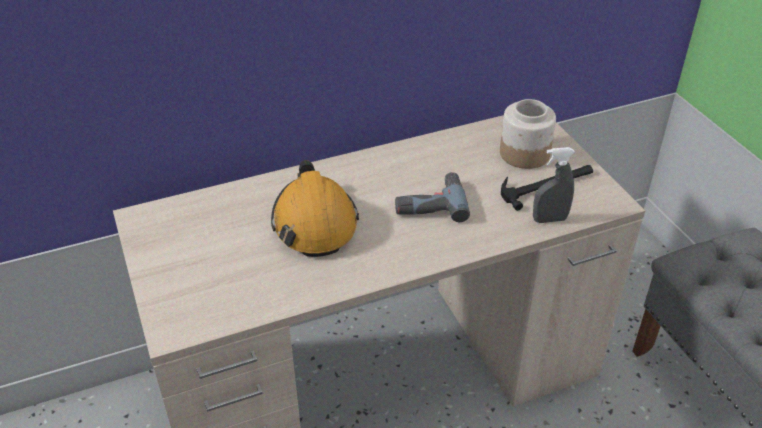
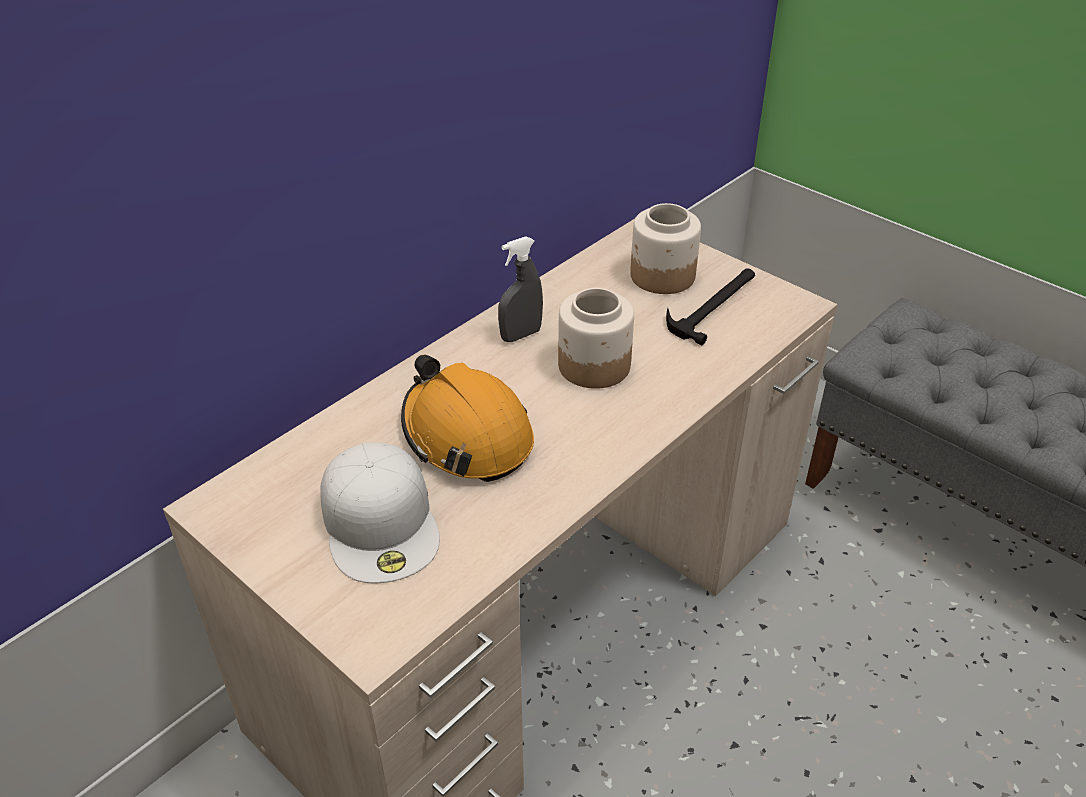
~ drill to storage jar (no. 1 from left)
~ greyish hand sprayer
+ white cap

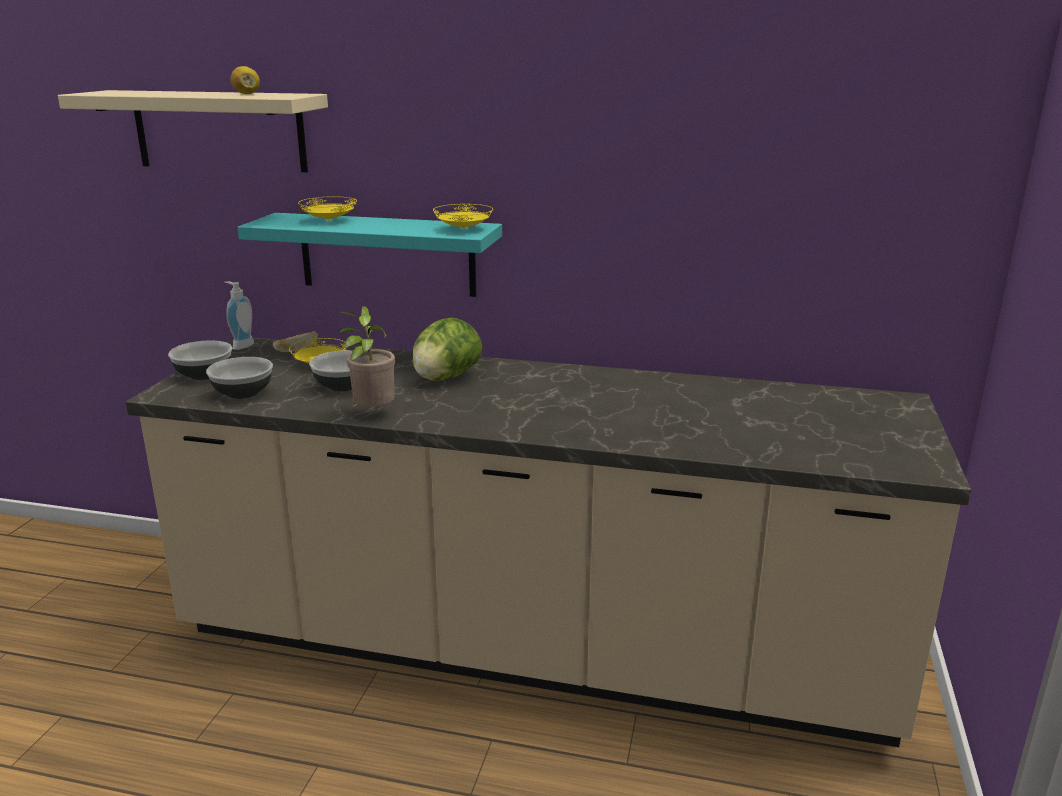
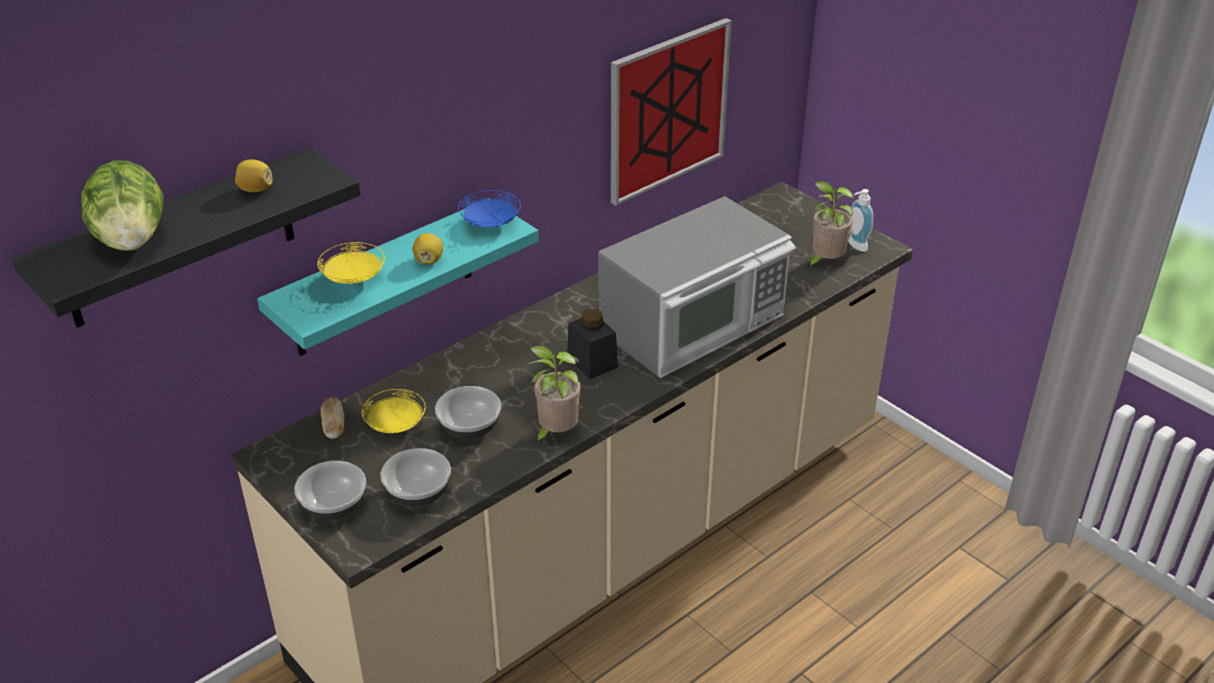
~ beige-coloured wall shelf to black wall shelf
~ liquid soap bottle
~ head of lettuce
~ yellow-coloured dinner plate (no. 3 from left) to blue dinner plate
+ lemon (no. 2 from left)
+ black storage jar
+ microwave
+ wall art
+ potted plant (no. 2 from left)

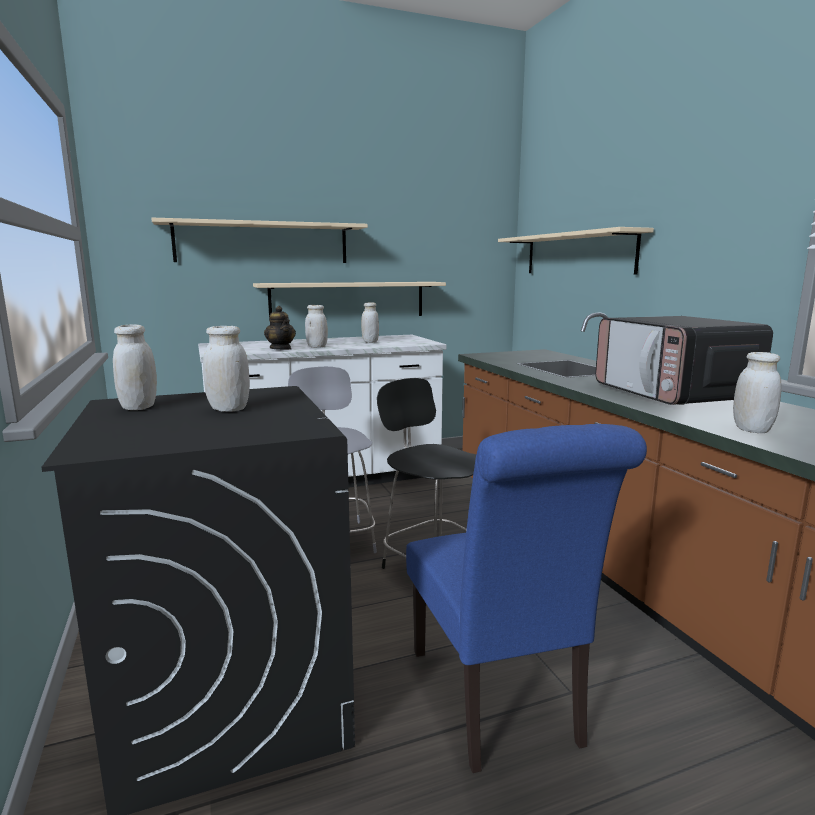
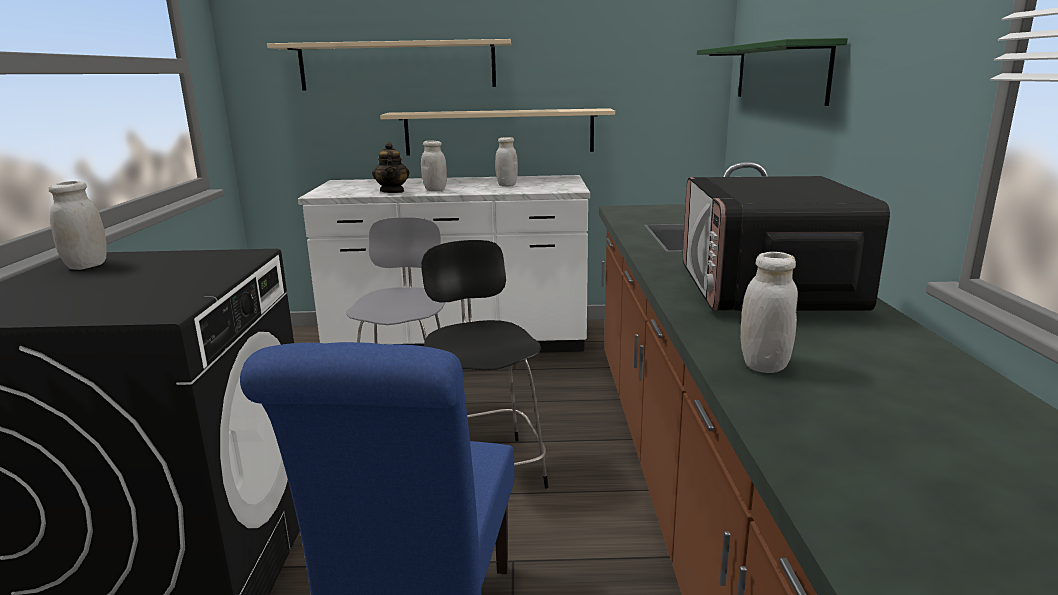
- white storage jar (no. 2 from left)
~ beige-coloured wall shelf (no. 3 from left) to greenish wall shelf

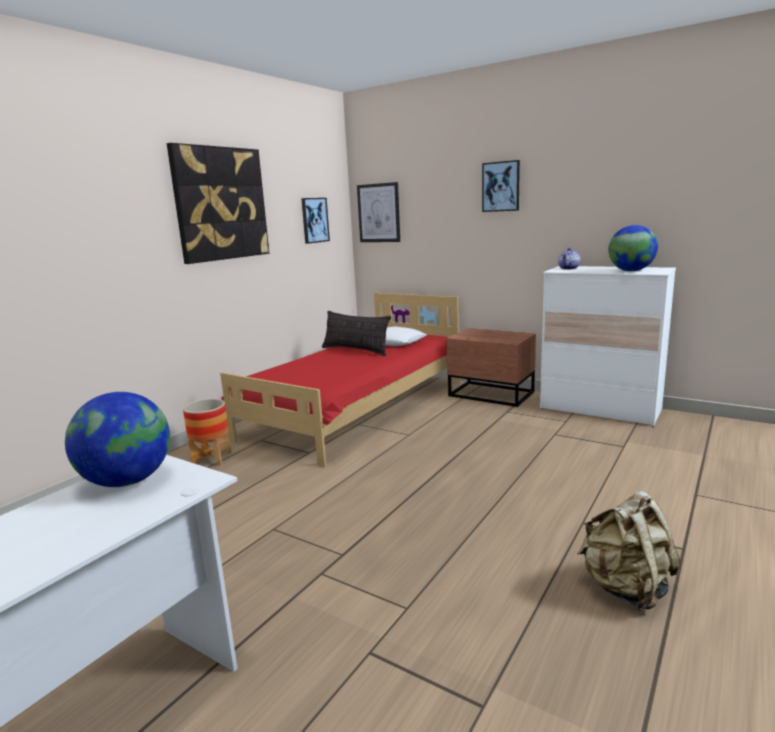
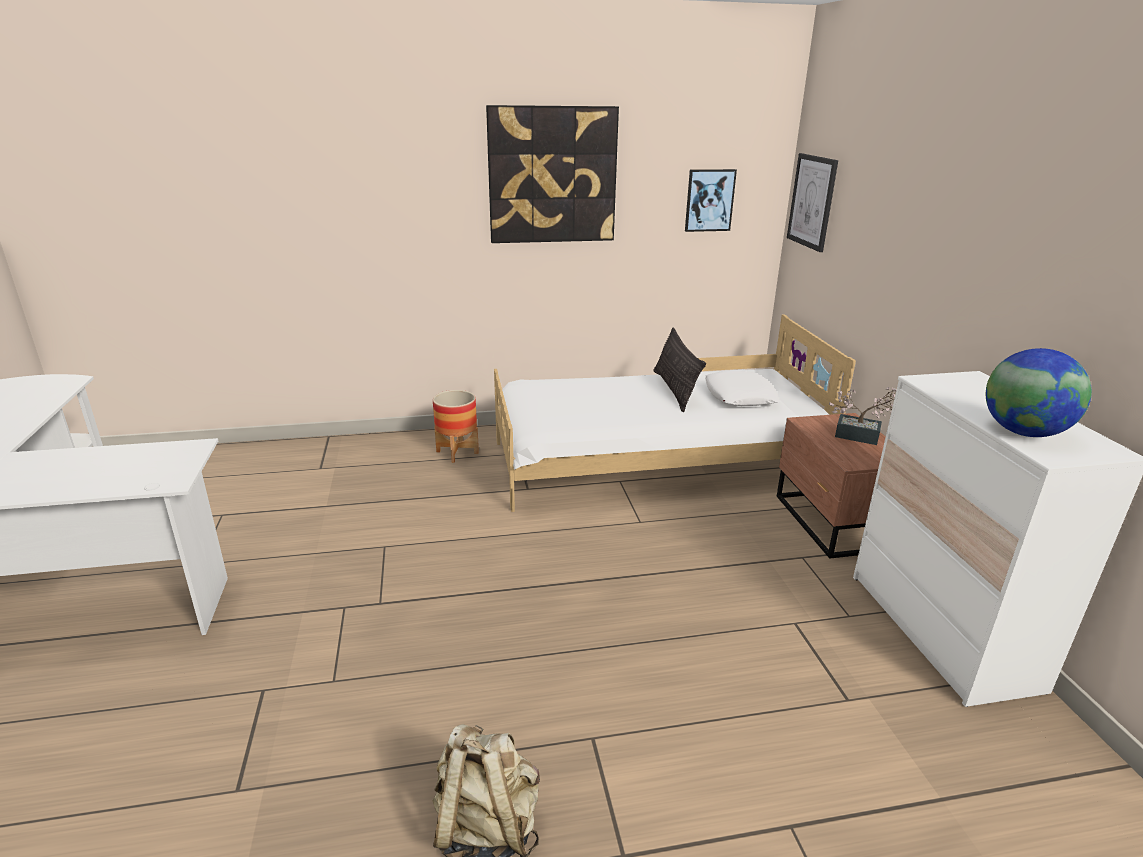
- world globe (no. 1 from left)
~ red bed to white bed
- wall art (no. 4 from left)
- pot for tea
+ potted plant

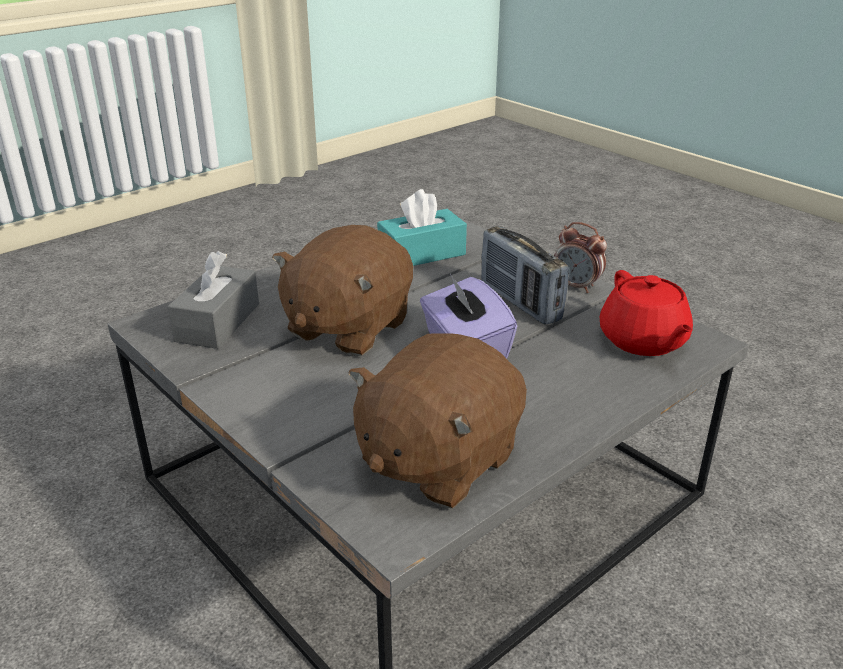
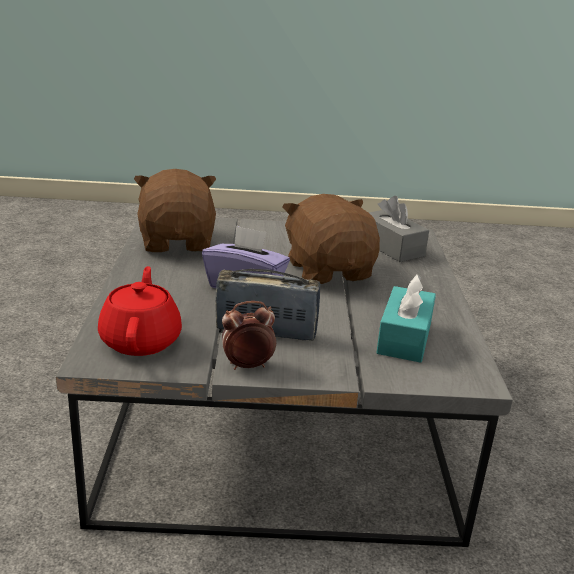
~ red pot for tea 60 degrees clockwise

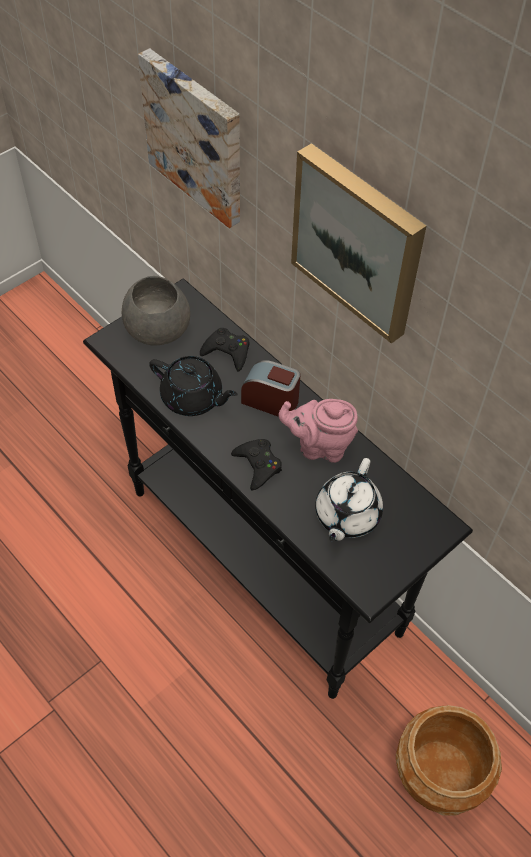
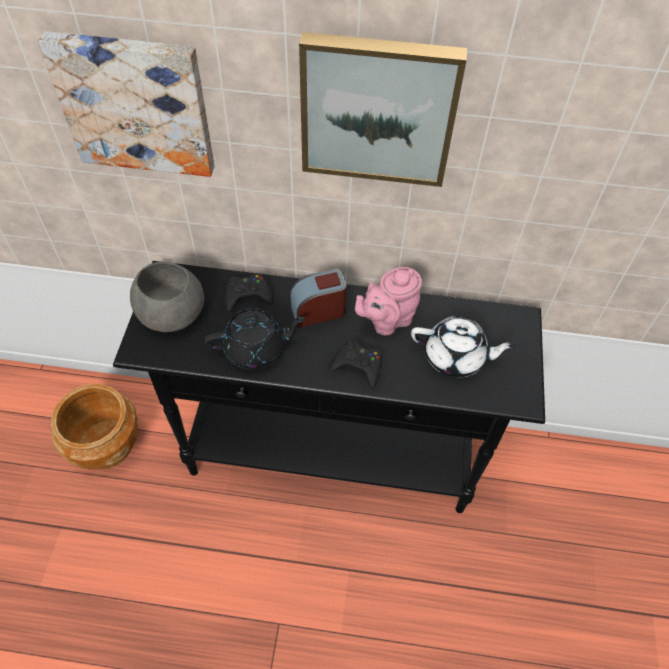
~ white pot for tea 60 degrees counterclockwise
~ brown plant pot

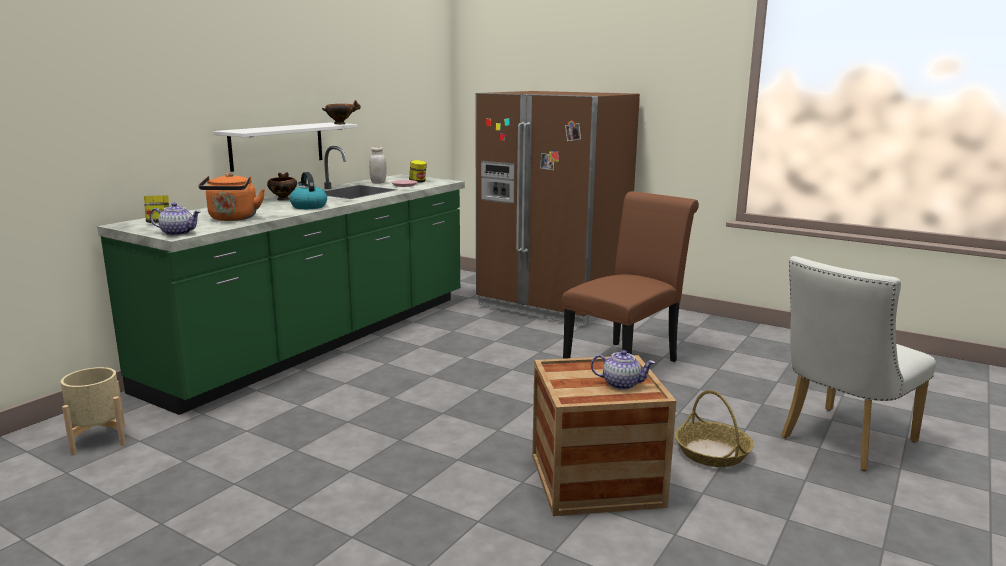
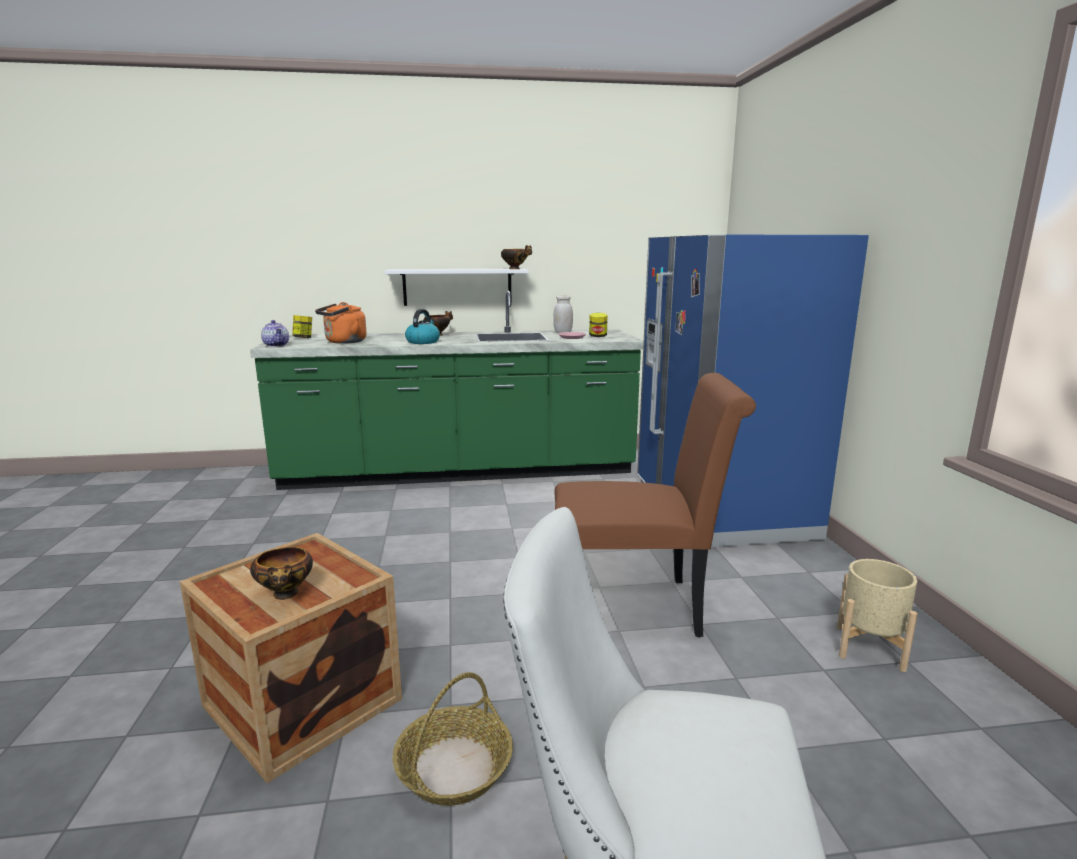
~ beige-coloured plant pot
~ brown kitchen fridge to blue kitchen fridge
~ pot for tea (no. 2 from left) to bowl (no. 1 from left)

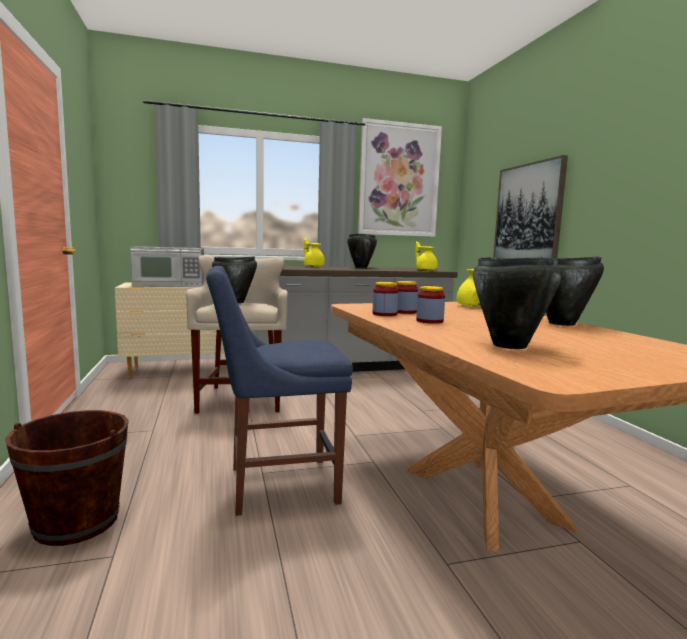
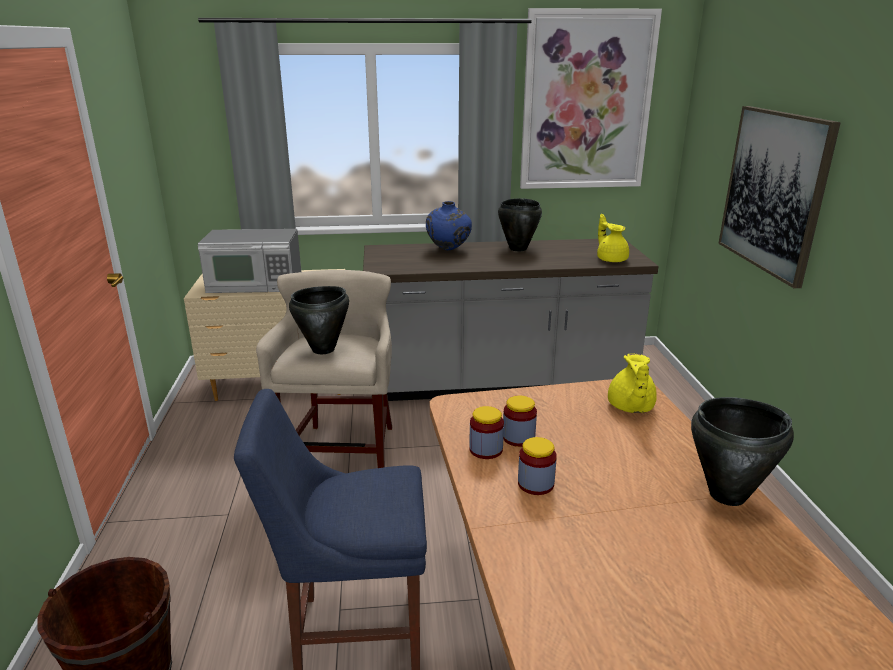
~ yellow-coloured pot for tea (no. 1 from left) to blue decorative vase
- black stockpot (no. 3 from left)

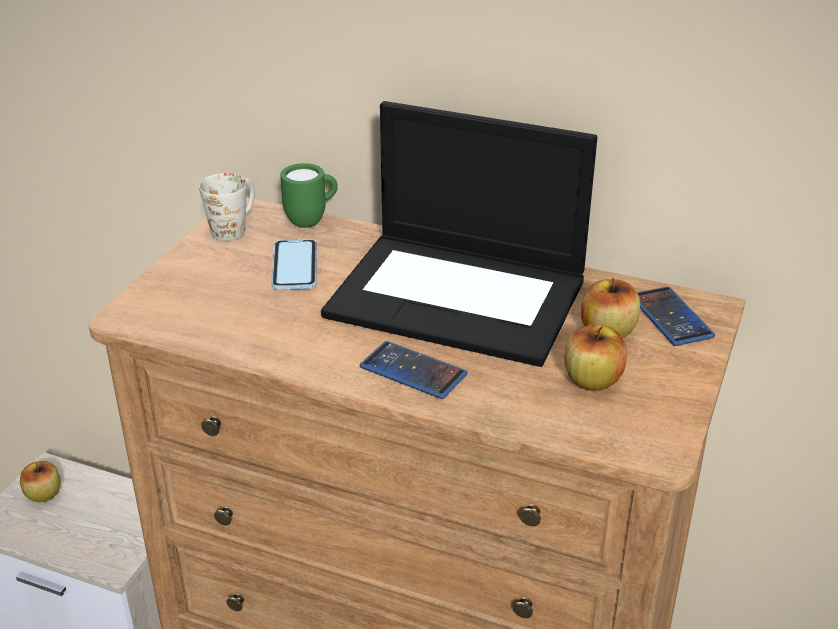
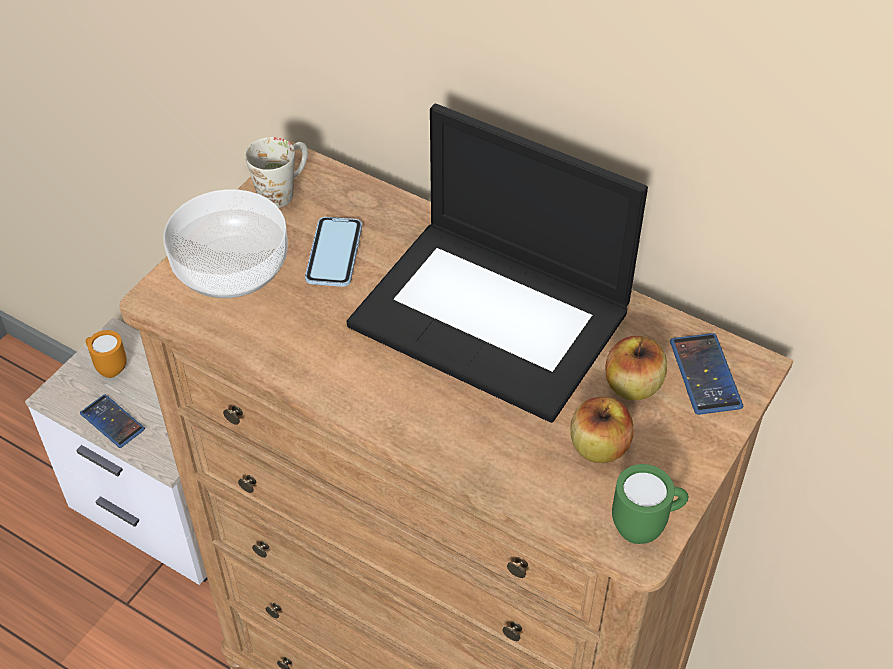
~ apple fruit (no. 1 from left) to orange tea mug
~ greenish tea mug
~ phone (no. 2 from left in the first image) to phone (no. 1 from left)
+ bowl

